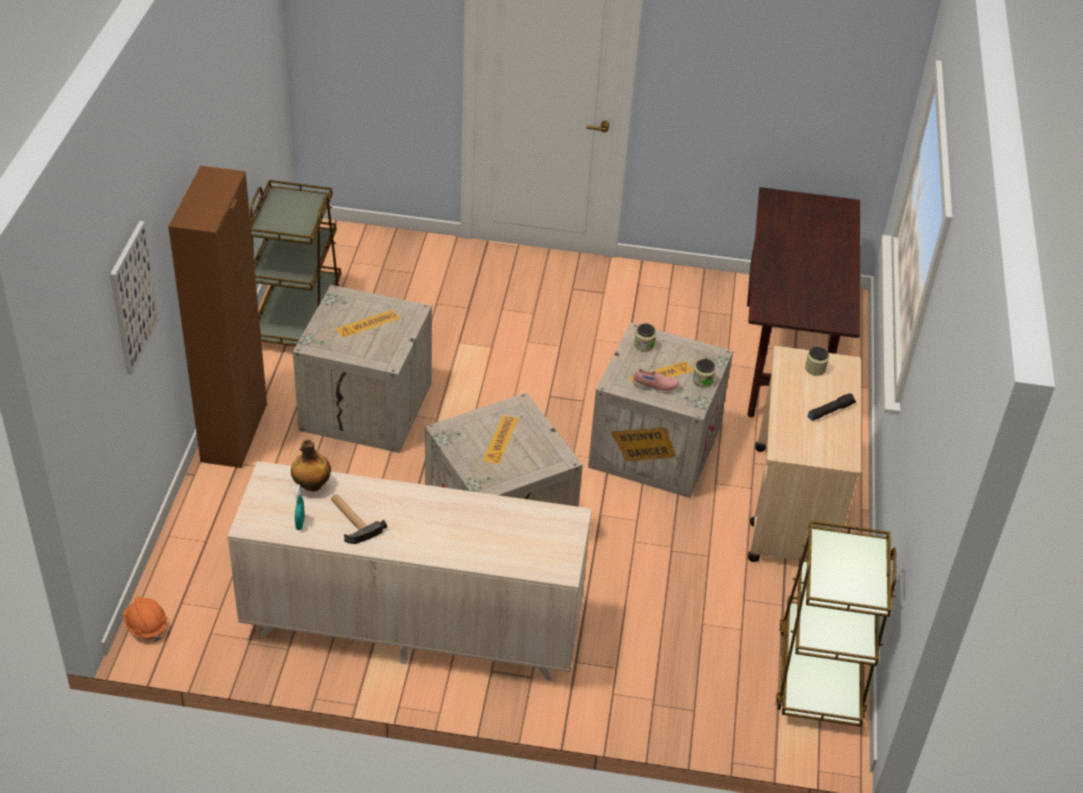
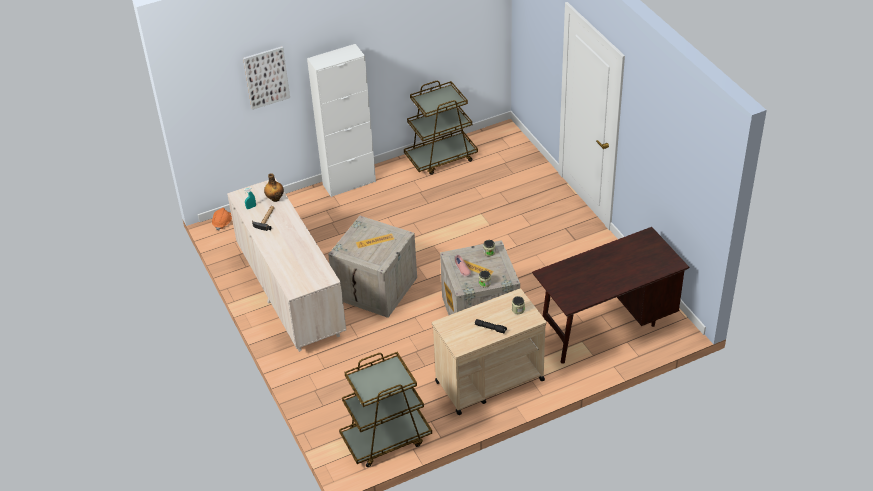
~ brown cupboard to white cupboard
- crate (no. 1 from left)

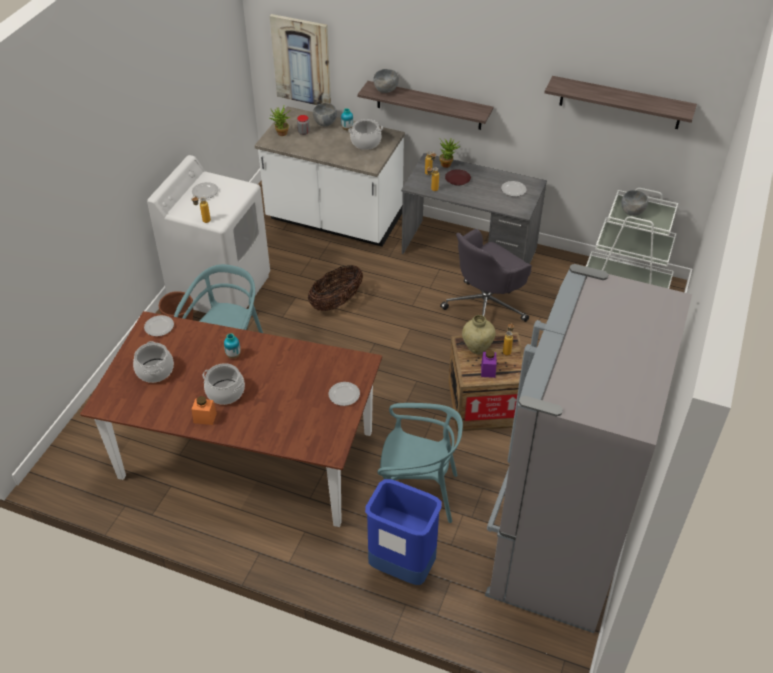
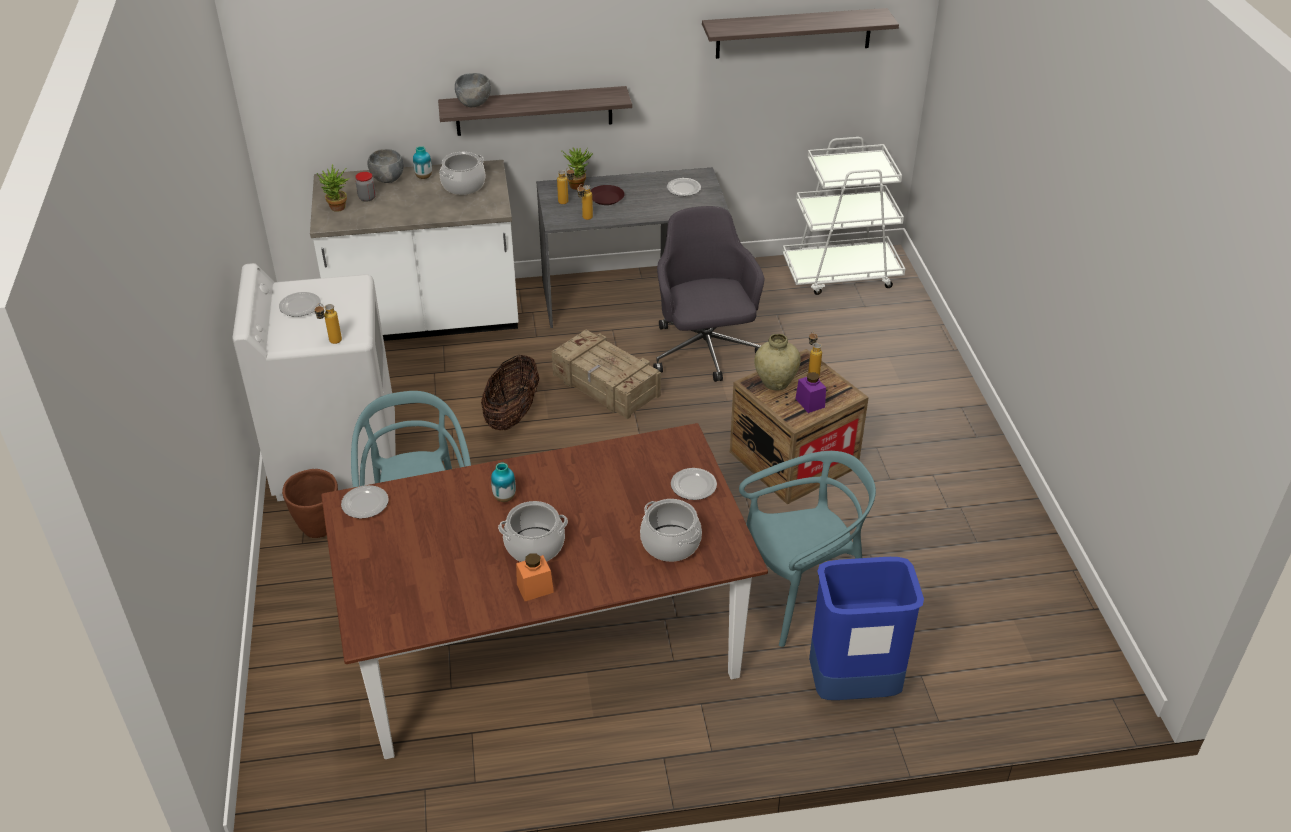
~ stockpot (no. 1 from left in the first image) to stockpot (no. 3 from left)
- wall art
~ greyish desk chair 150 degrees clockwise
- greyish kitchen fridge
- greyish bowl (no. 3 from left)
+ crate (no. 1 from left)

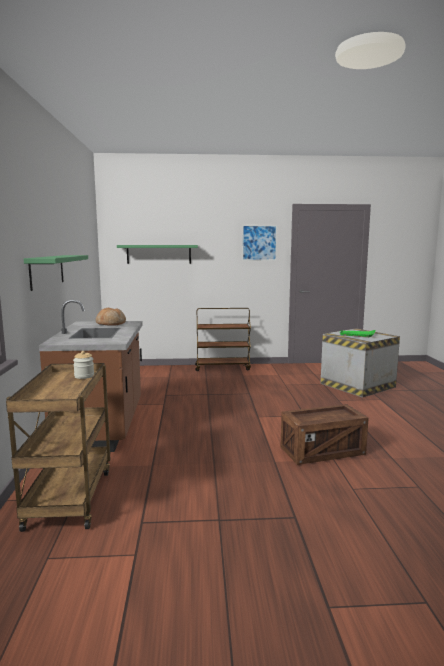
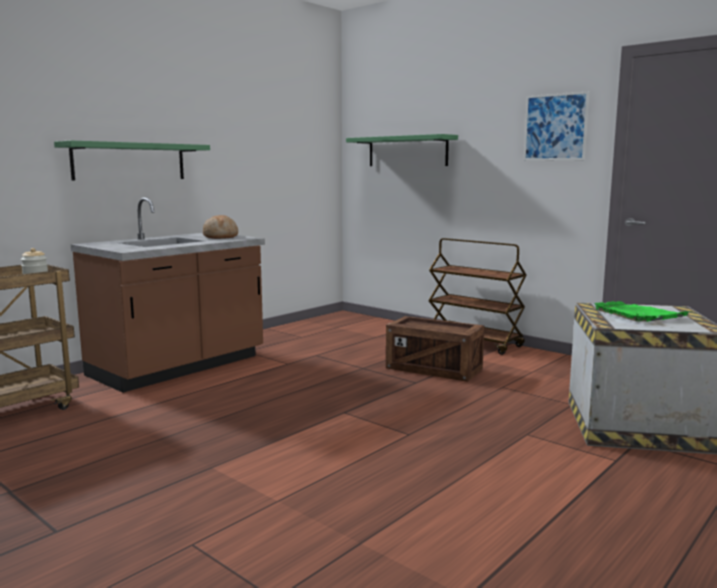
~ crate (no. 1 from left)

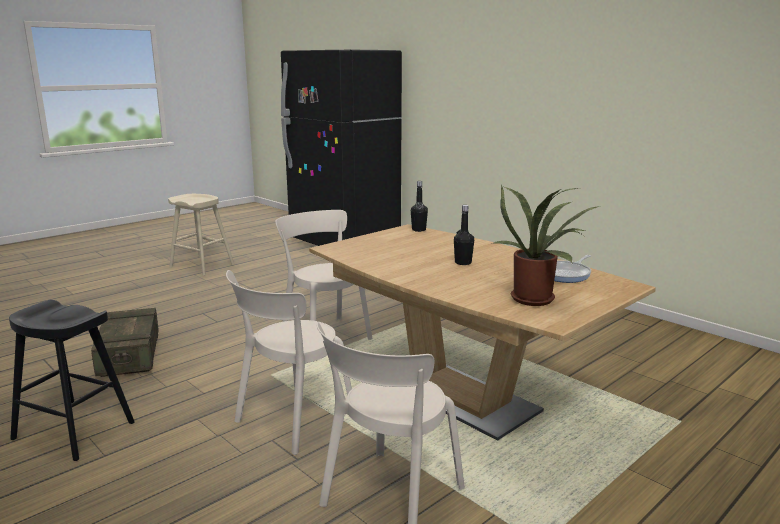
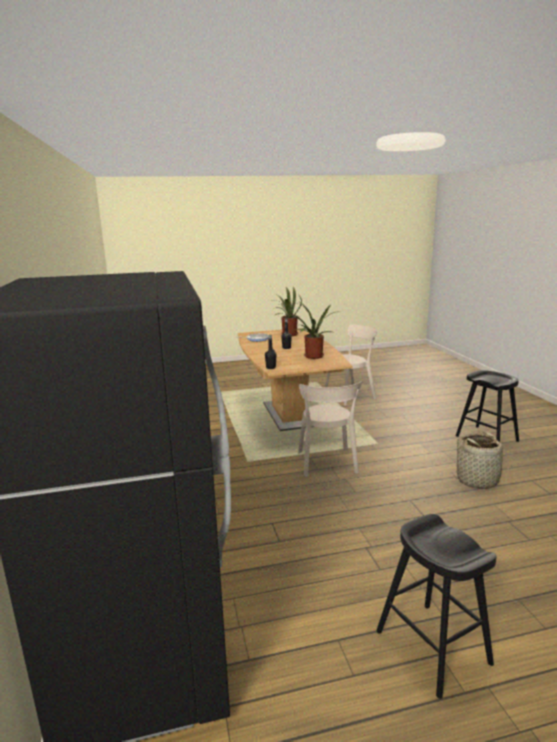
~ crate to household basket
~ beige-coloured sitting stool to black sitting stool (no. 1 from left)
- beige-coloured upright chair (no. 1 from left)
+ potted plant (no. 2 from left)

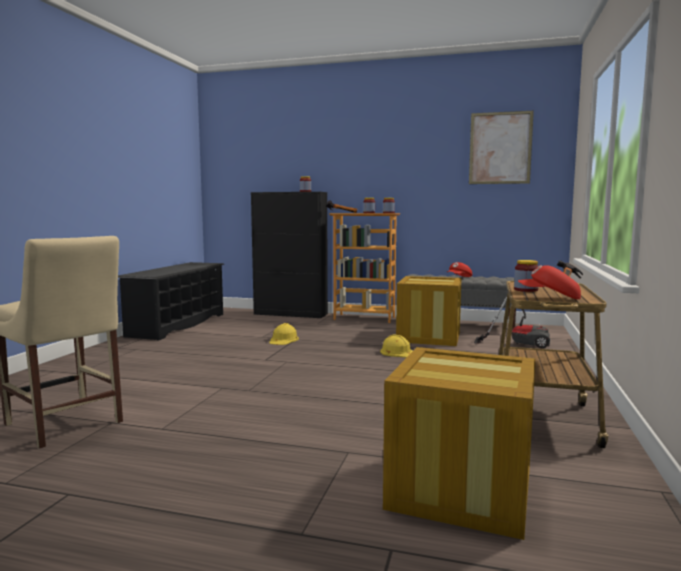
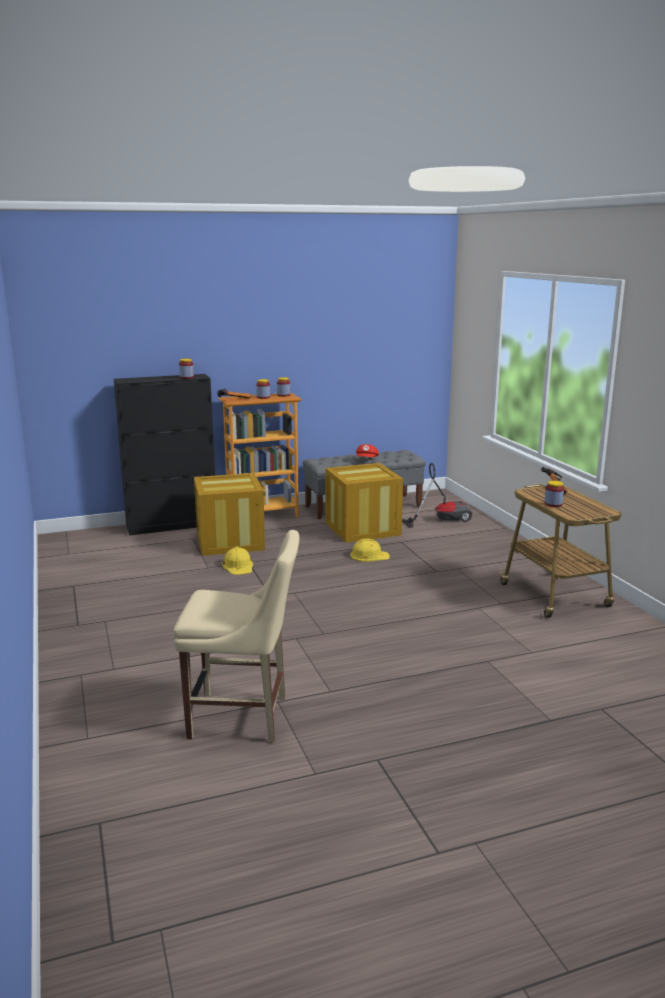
- black shoe rack
~ crate (no. 2 from left in the first image) to crate (no. 1 from left)
- wall art
- red cap (no. 2 from left)

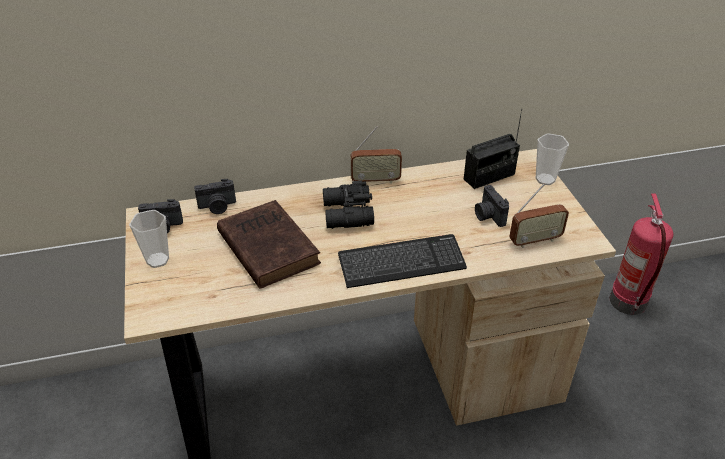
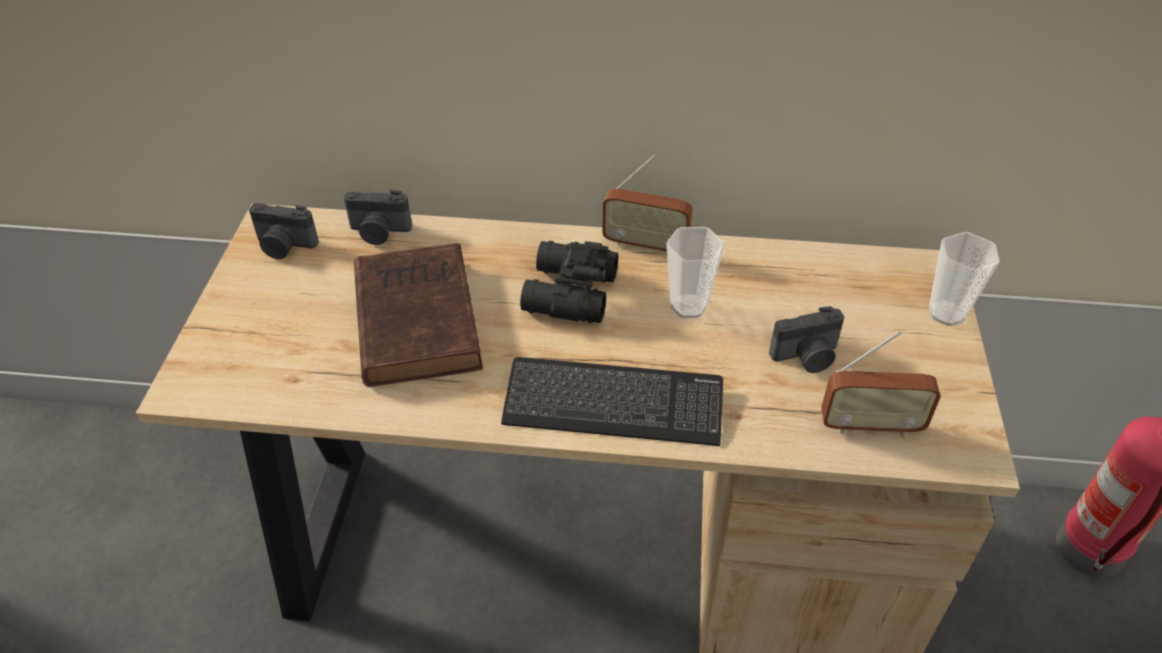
~ cup (no. 1 from left)
- radio (no. 2 from left)
~ still camera (no. 3 from left) 105 degrees counterclockwise

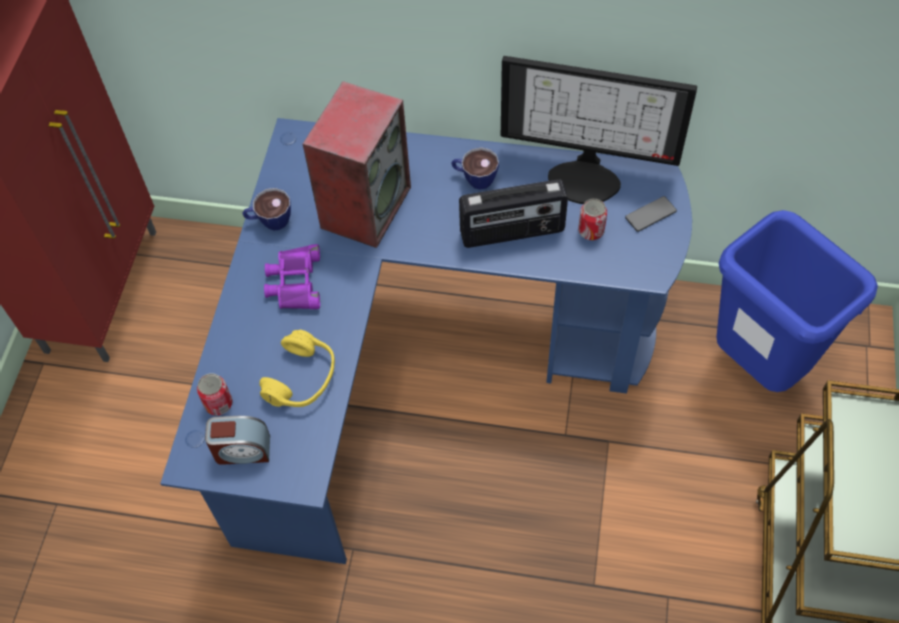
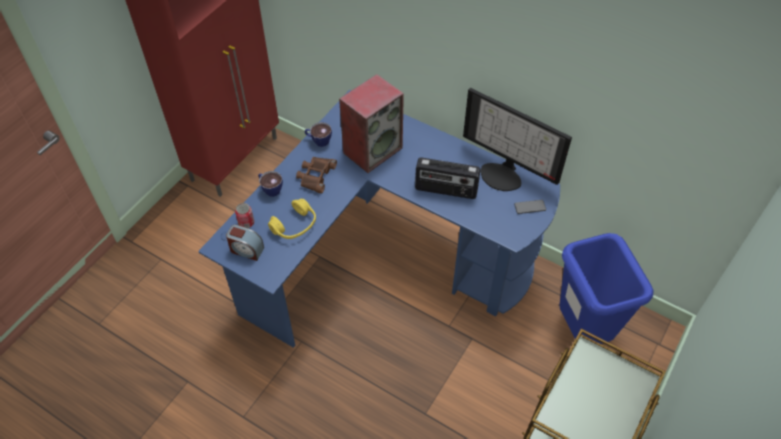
~ purple-coloured field glasses to brown field glasses
~ cup (no. 2 from left in the first image) to cup (no. 1 from left)
- can (no. 2 from left)

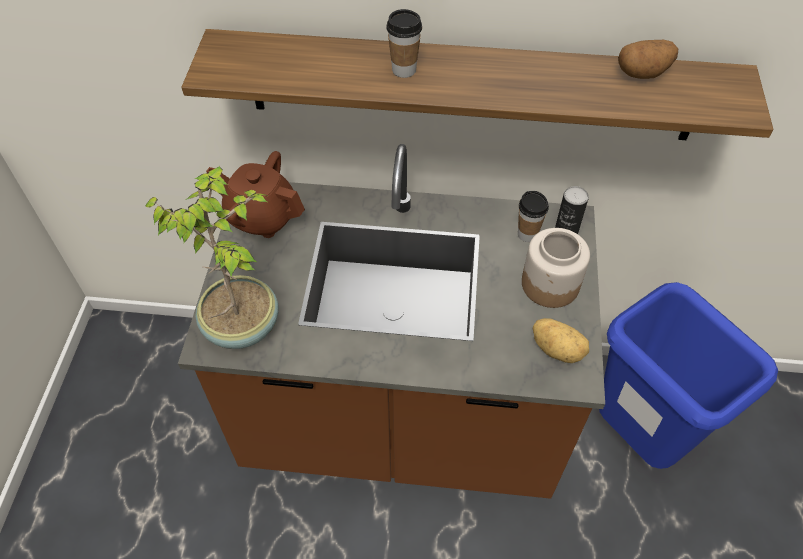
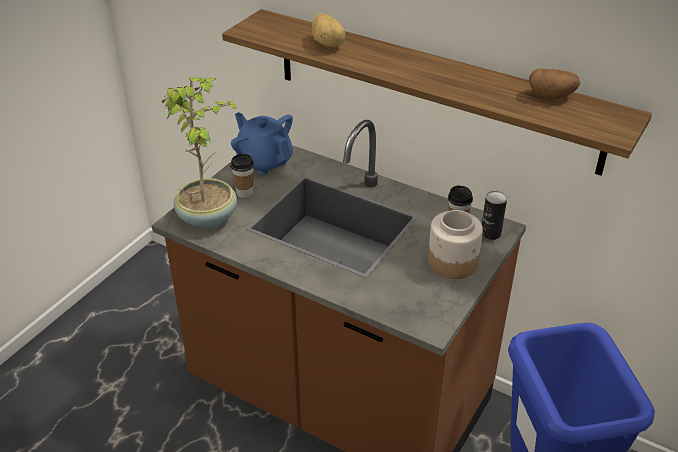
~ brown pot for tea to blue pot for tea
~ cup (no. 1 from left)
~ spud (no. 1 from left)

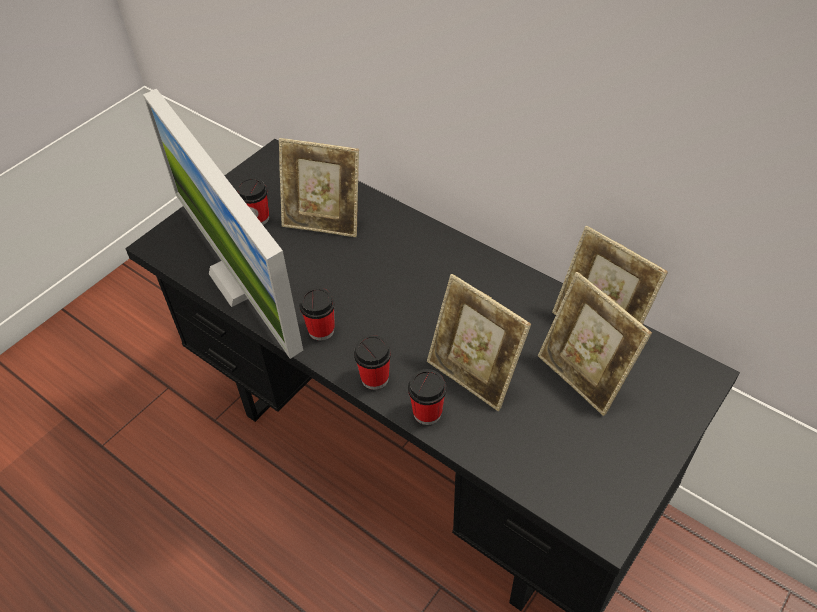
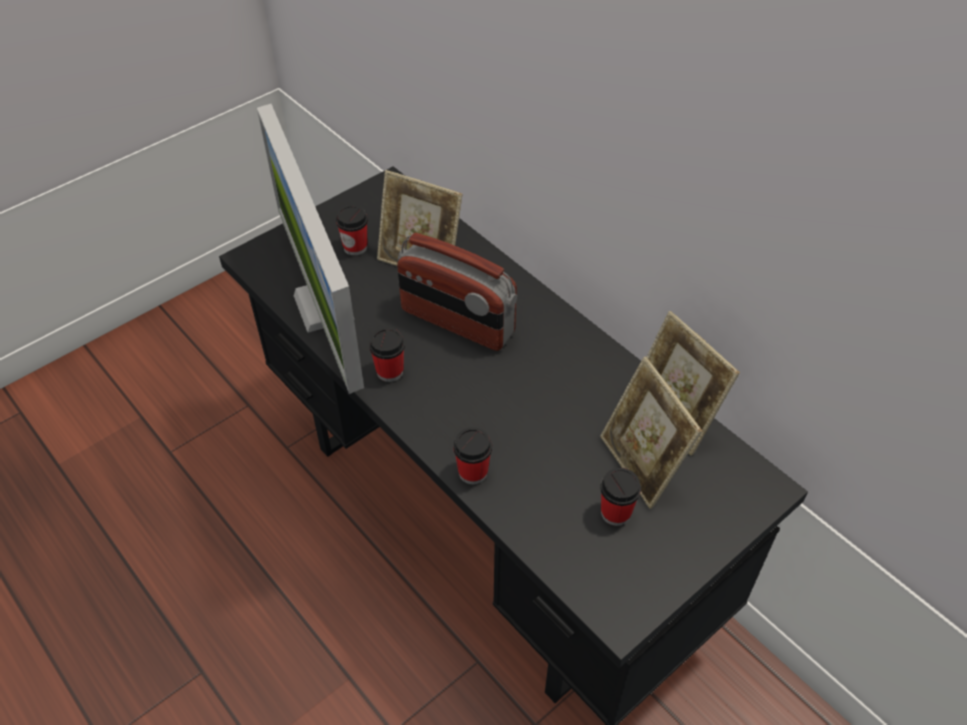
~ cup (no. 3 from left in the first image) to cup (no. 4 from left)
- picture frame (no. 2 from left)
+ radio

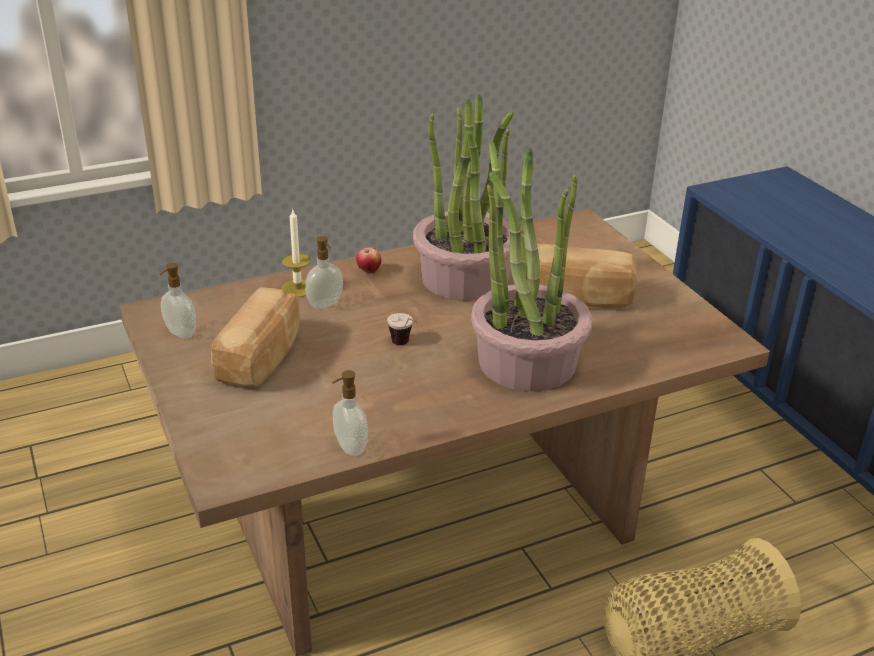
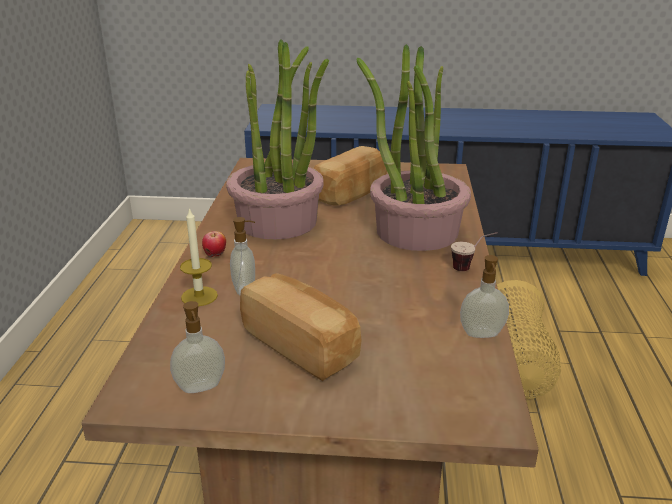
~ cup

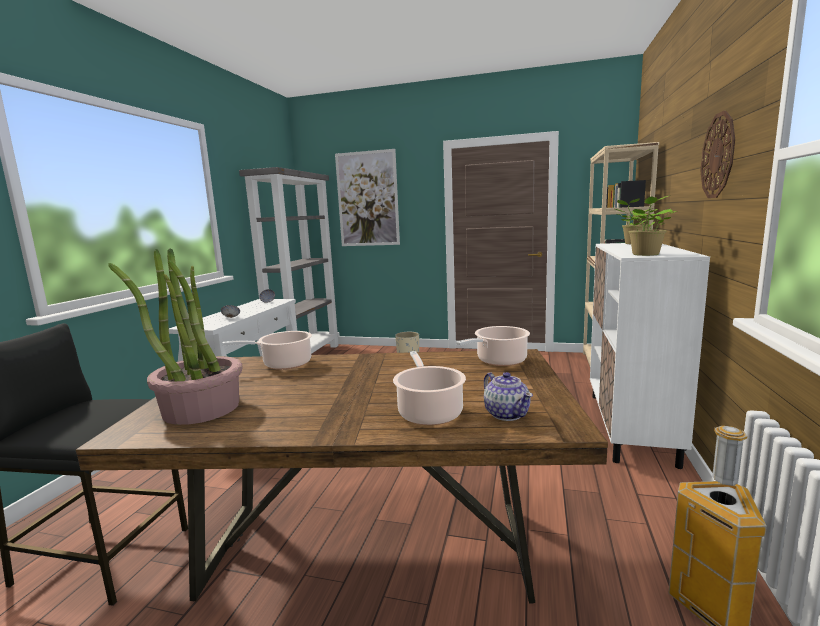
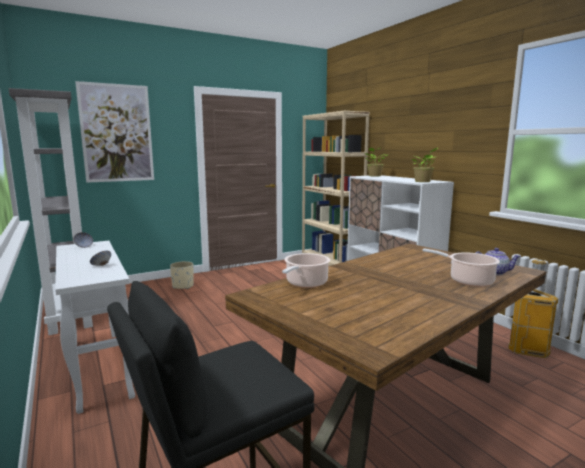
- potted plant (no. 1 from left)
- stockpot (no. 3 from left)
- hanging clock

